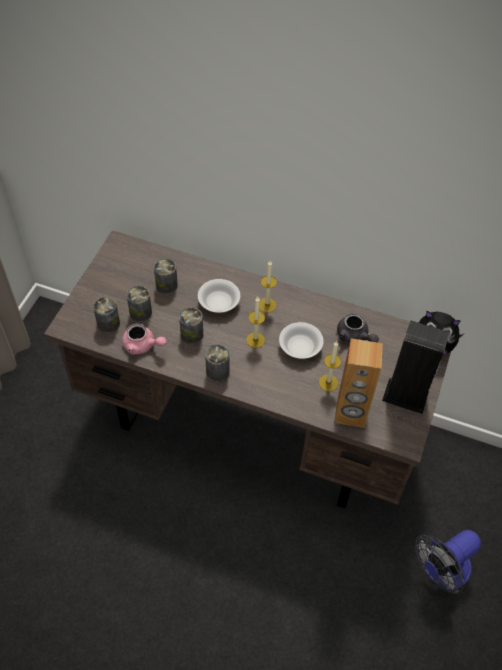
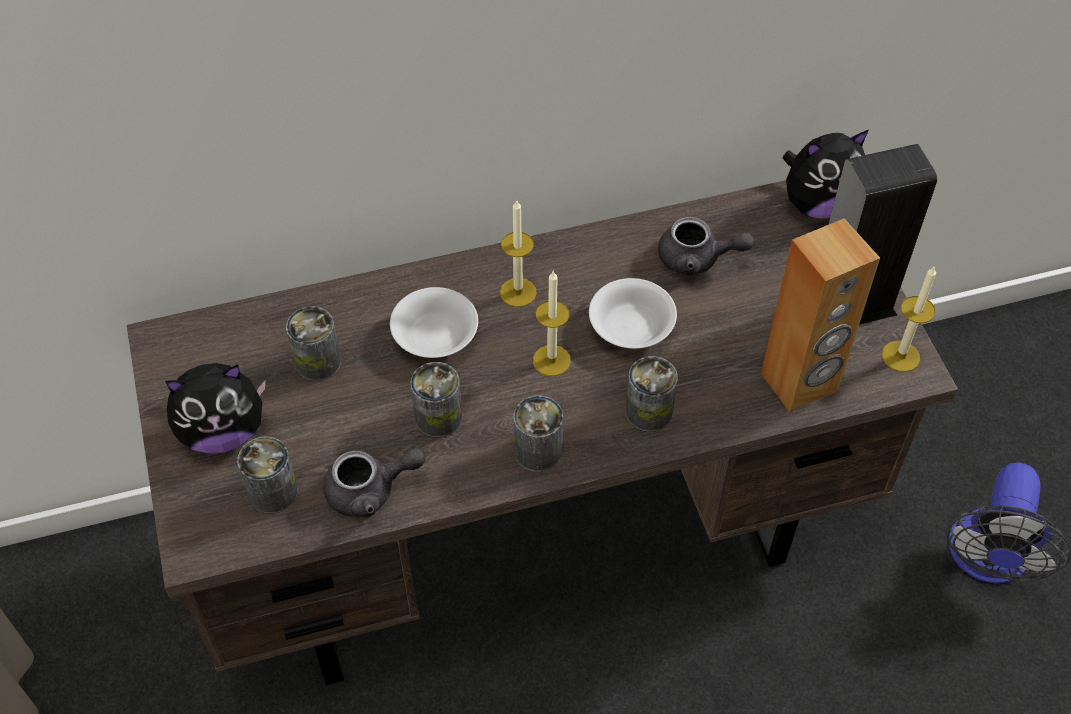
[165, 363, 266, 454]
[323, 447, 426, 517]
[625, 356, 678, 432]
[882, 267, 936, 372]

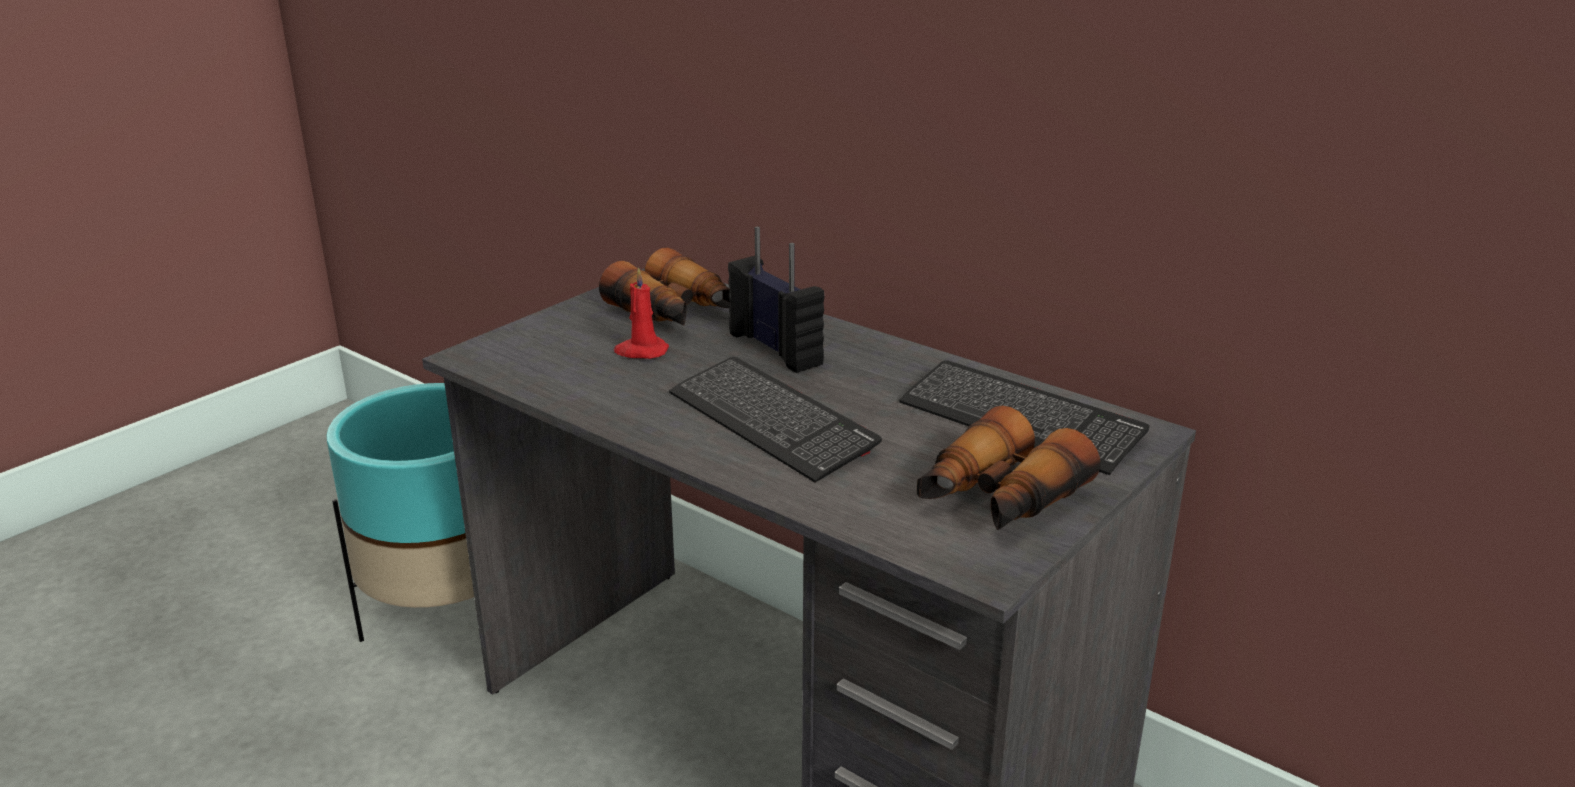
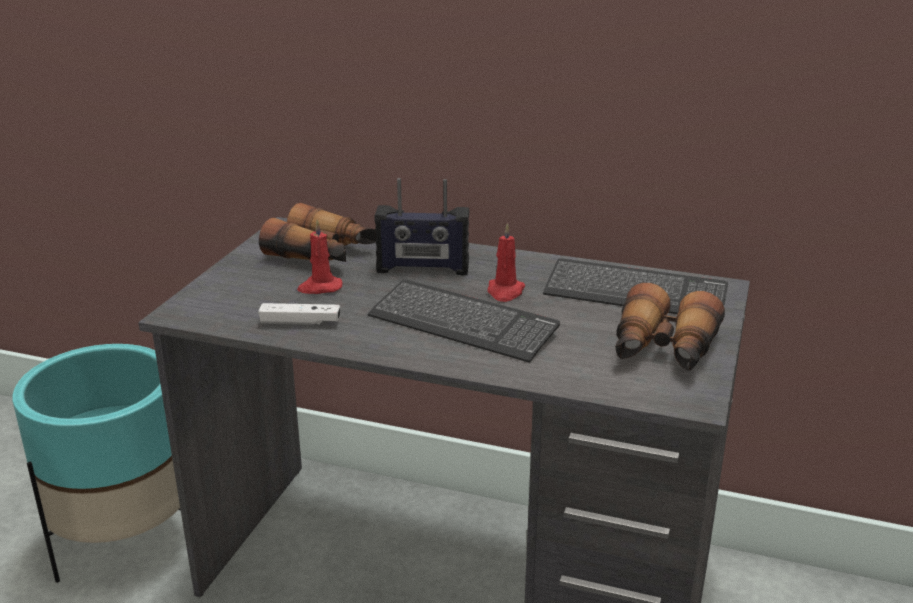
[258, 303, 340, 325]
[374, 178, 469, 276]
[487, 223, 525, 302]

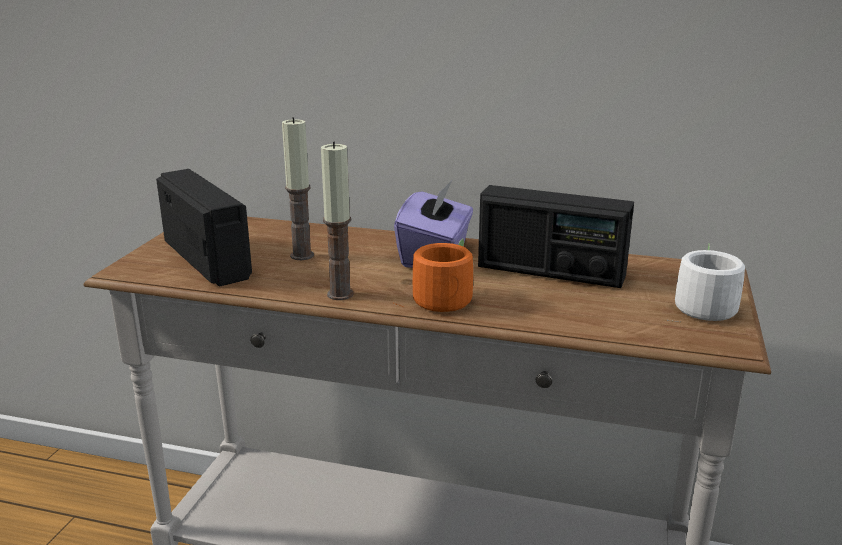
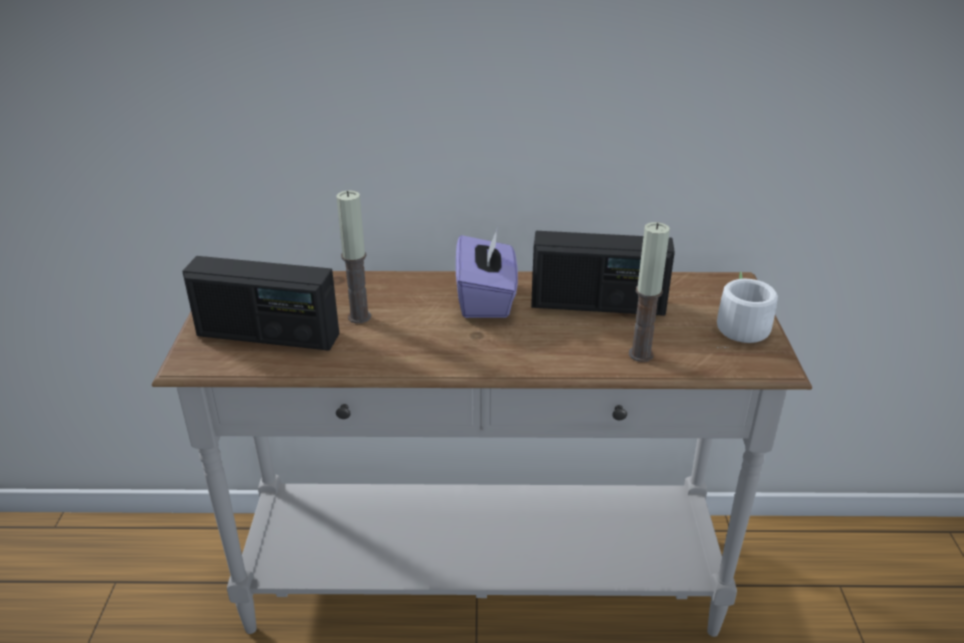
[182, 256, 339, 351]
[629, 222, 670, 362]
[393, 238, 473, 312] (first image)

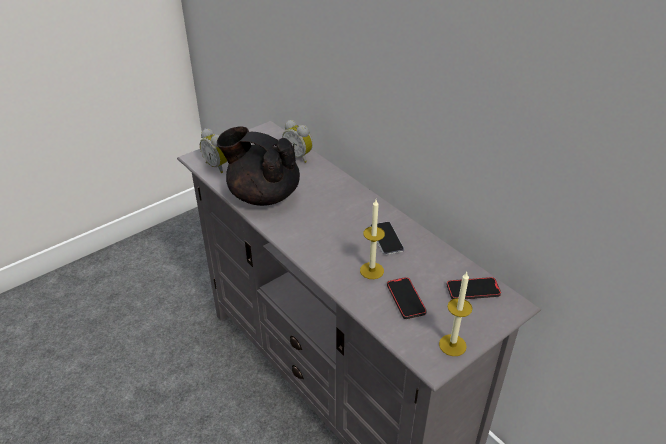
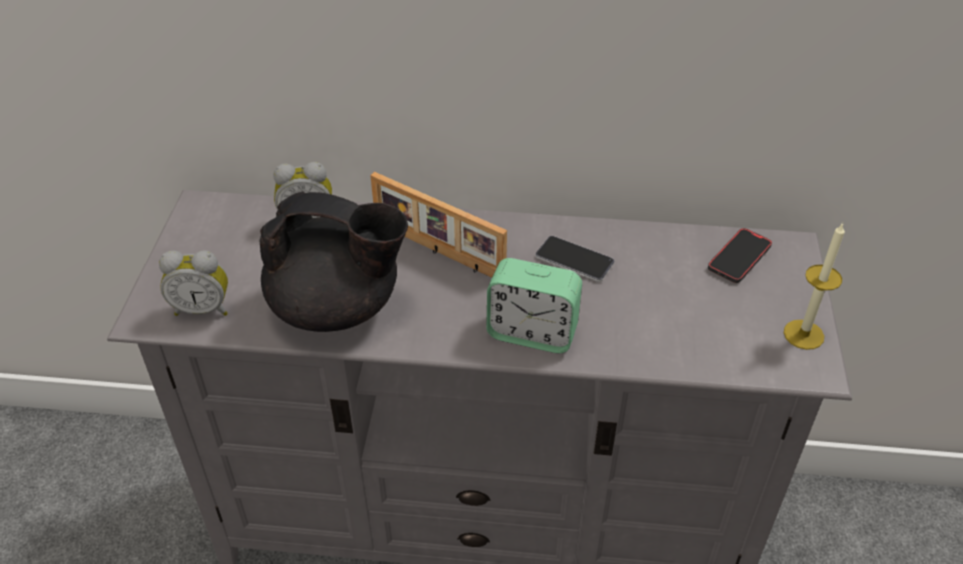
[259, 191, 408, 332]
[370, 172, 507, 278]
[486, 258, 582, 353]
[360, 200, 385, 279] (first image)
[387, 277, 427, 319] (first image)

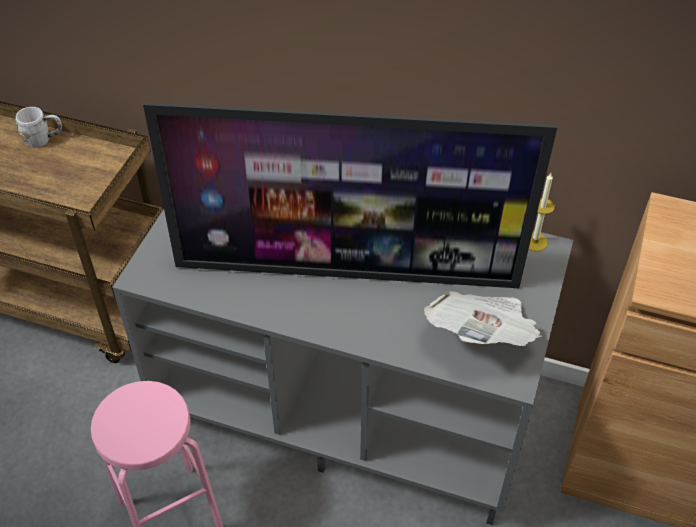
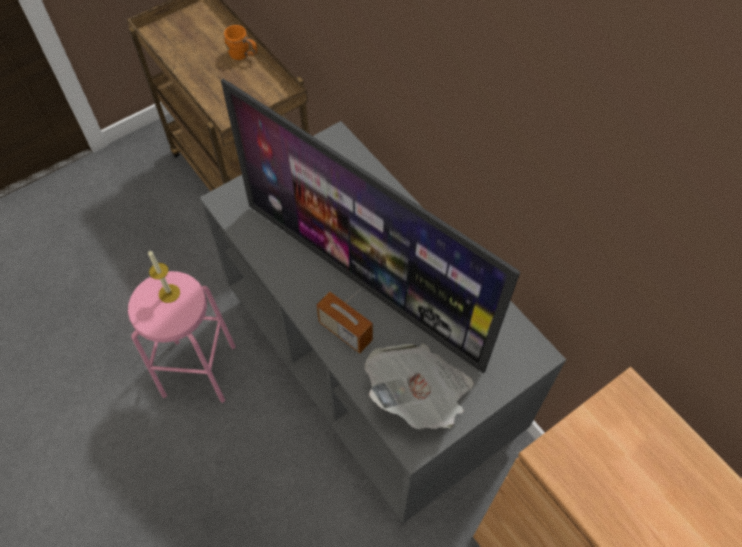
[148, 250, 180, 303]
[224, 25, 257, 60]
[317, 289, 373, 353]

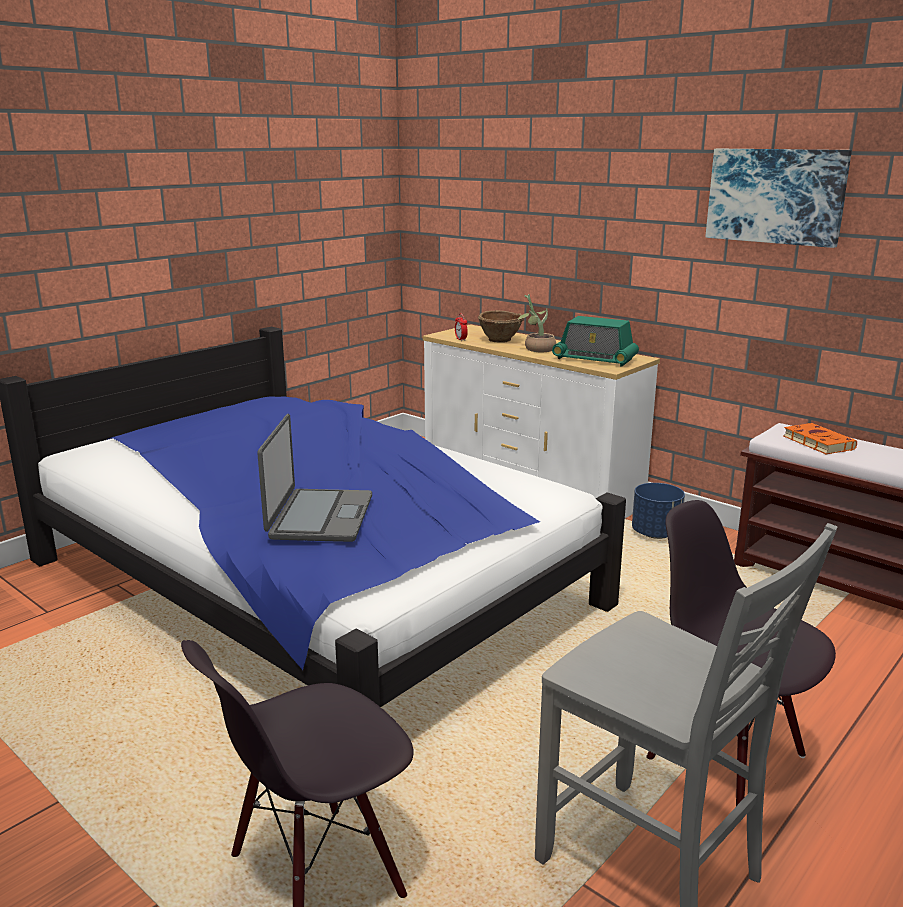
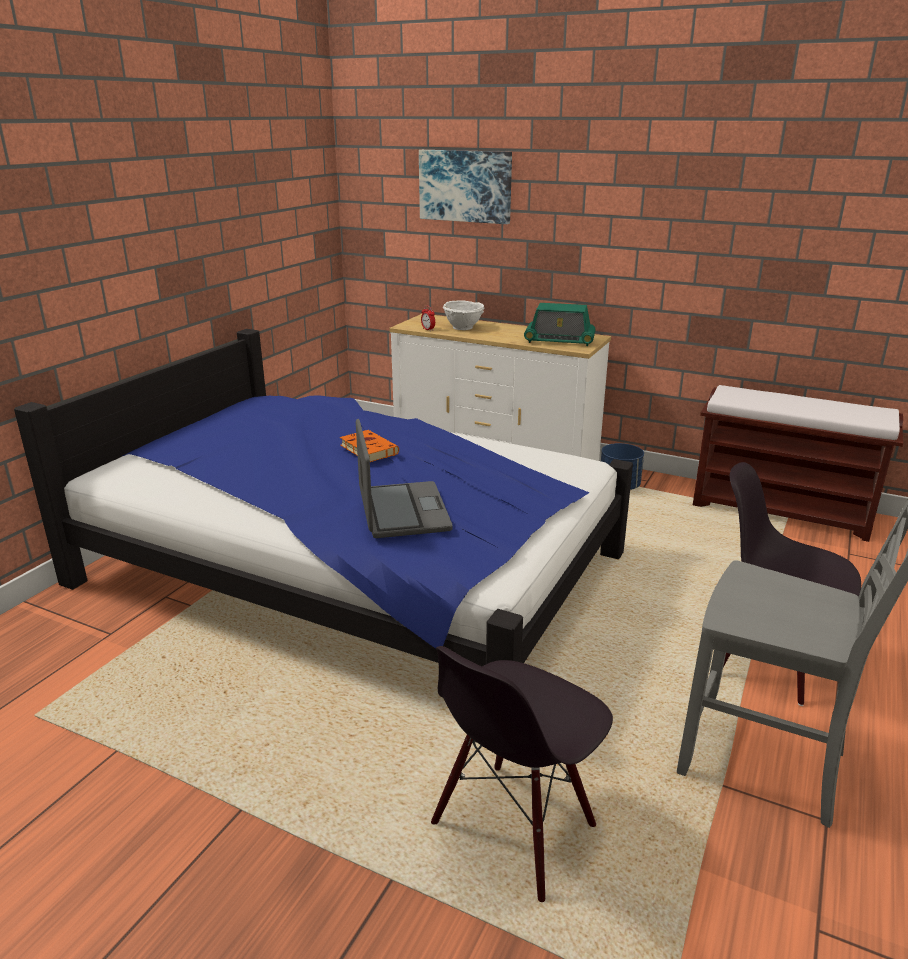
[340, 430, 399, 462]
[419, 150, 512, 224]
[443, 300, 485, 330]
[518, 294, 556, 352] (first image)

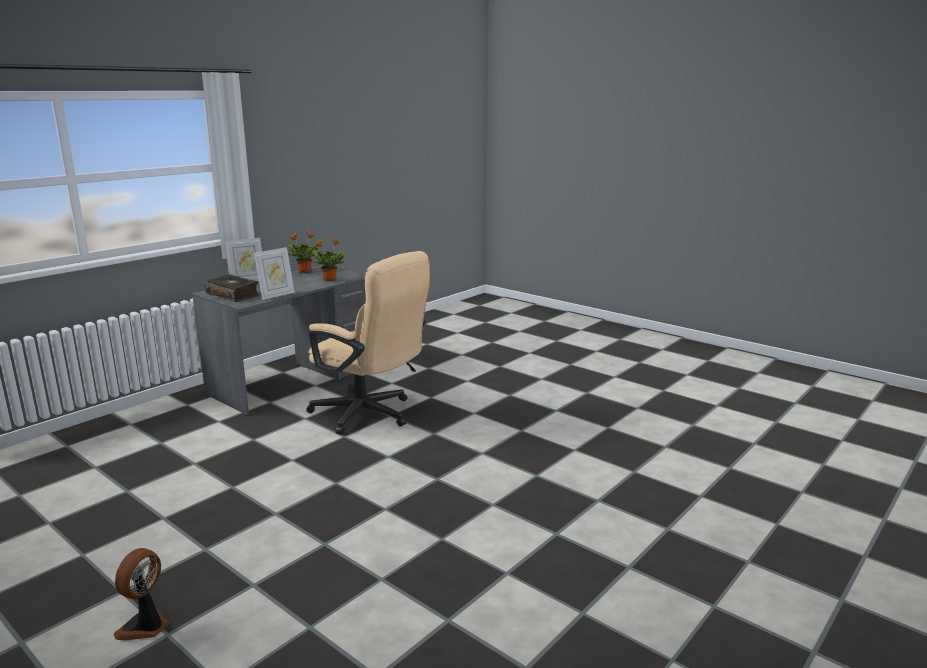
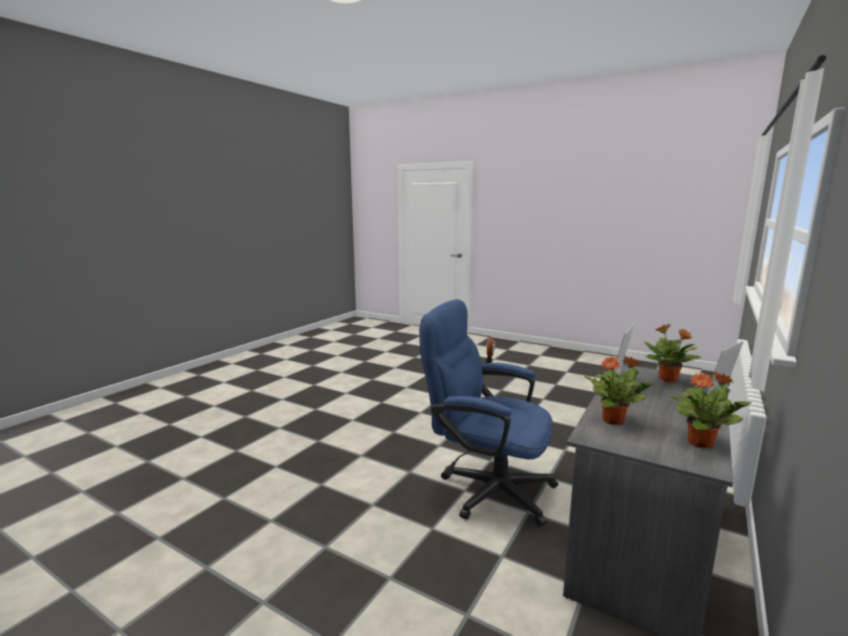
[419, 299, 558, 526]
[644, 324, 701, 382]

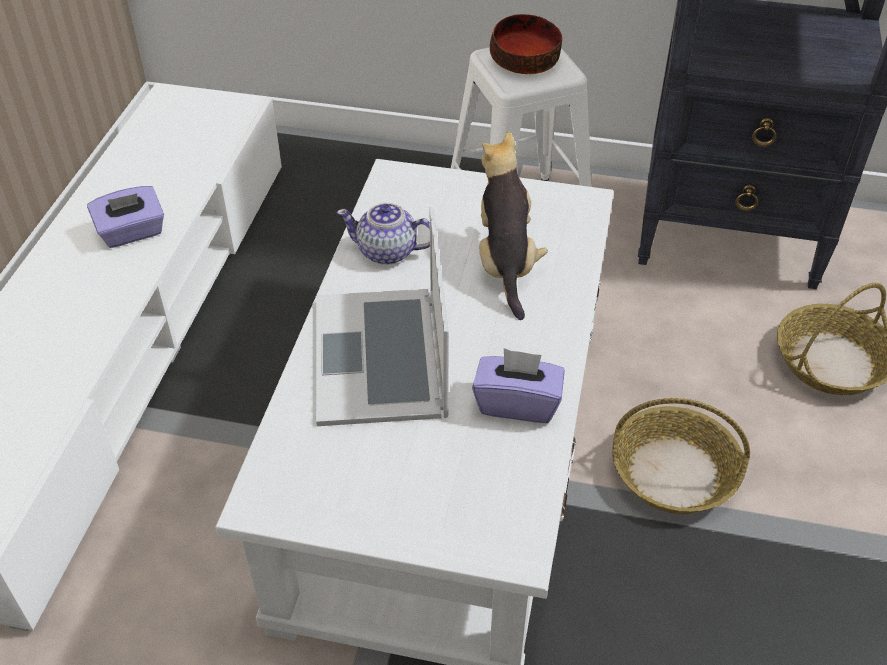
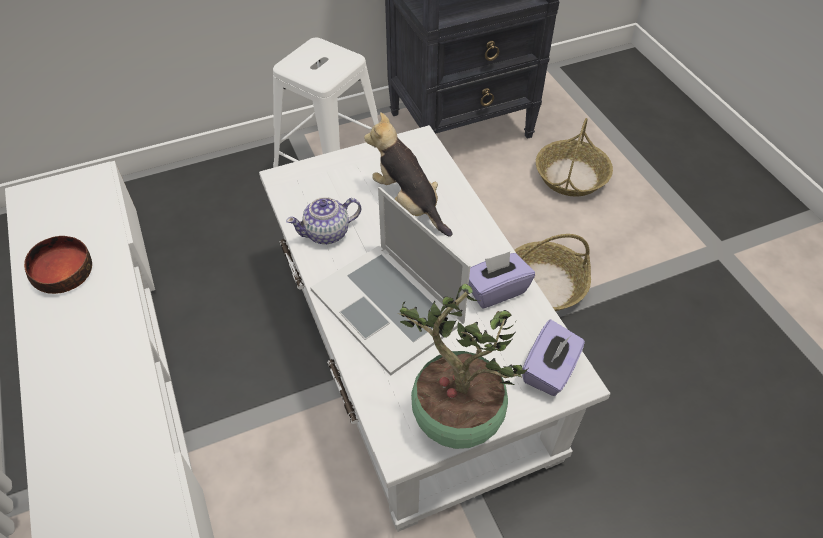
[24, 236, 92, 294]
[398, 284, 529, 449]
[522, 320, 585, 396]

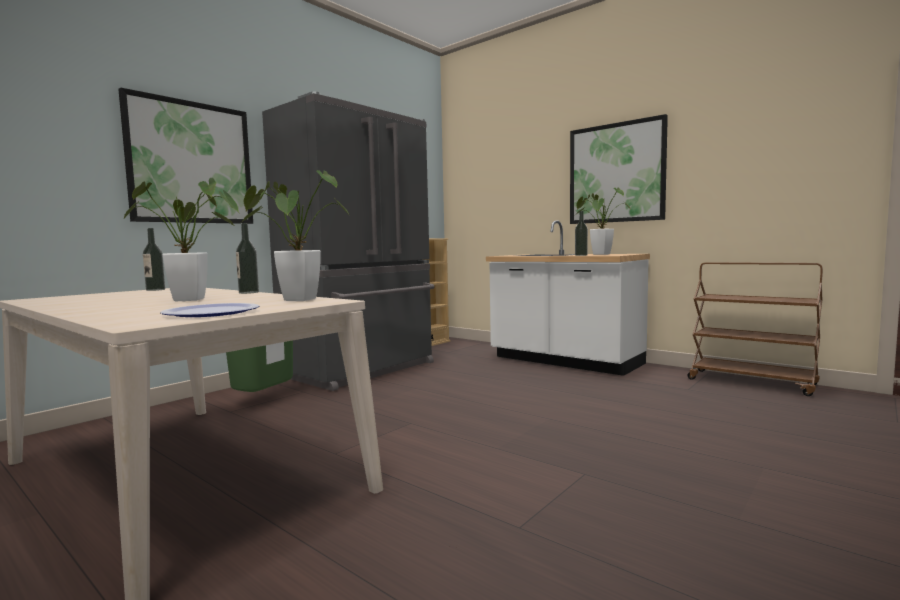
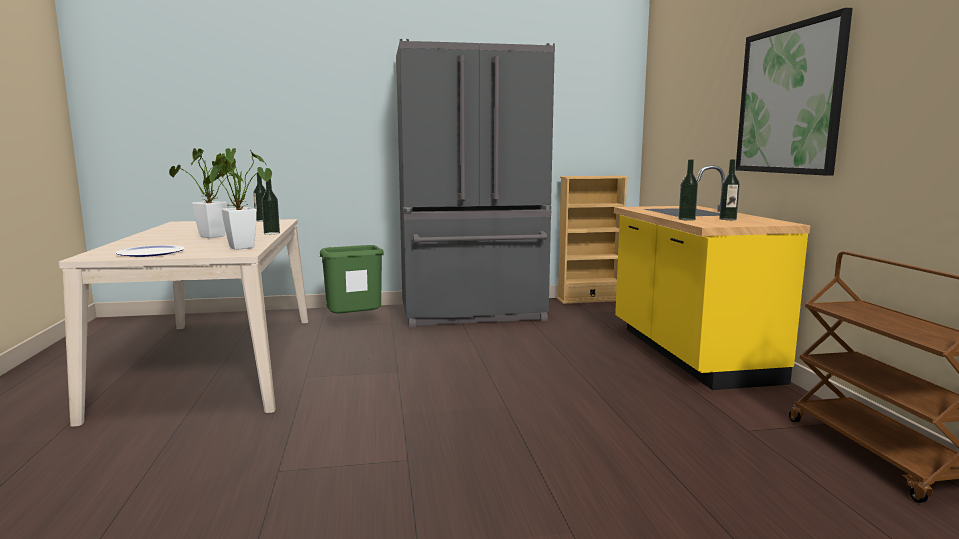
[614, 165, 810, 390]
[719, 159, 740, 220]
[118, 88, 253, 224] (first image)

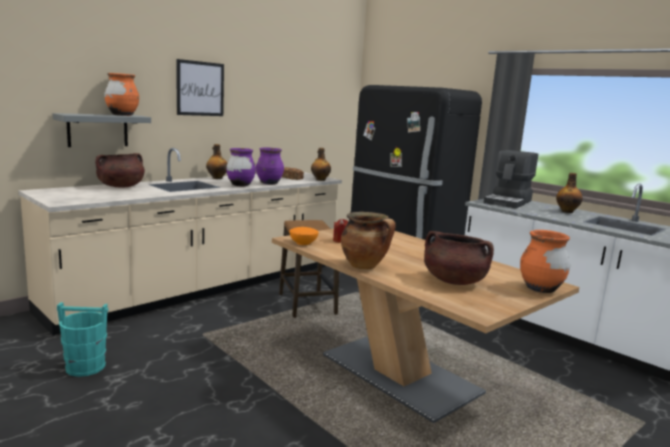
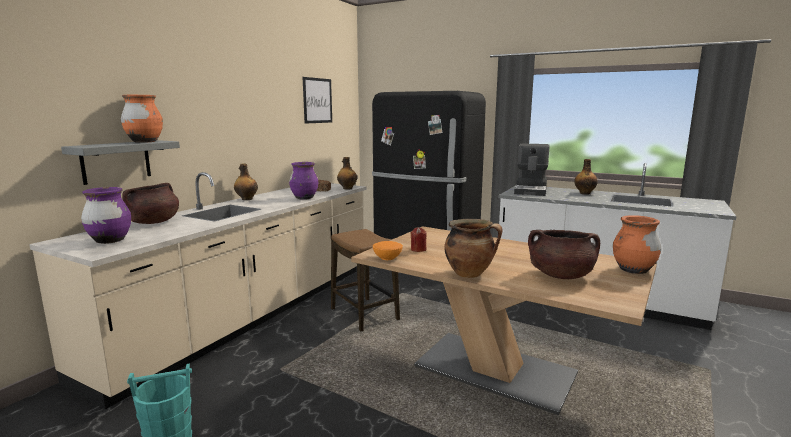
[81, 187, 131, 244]
[303, 77, 332, 124]

